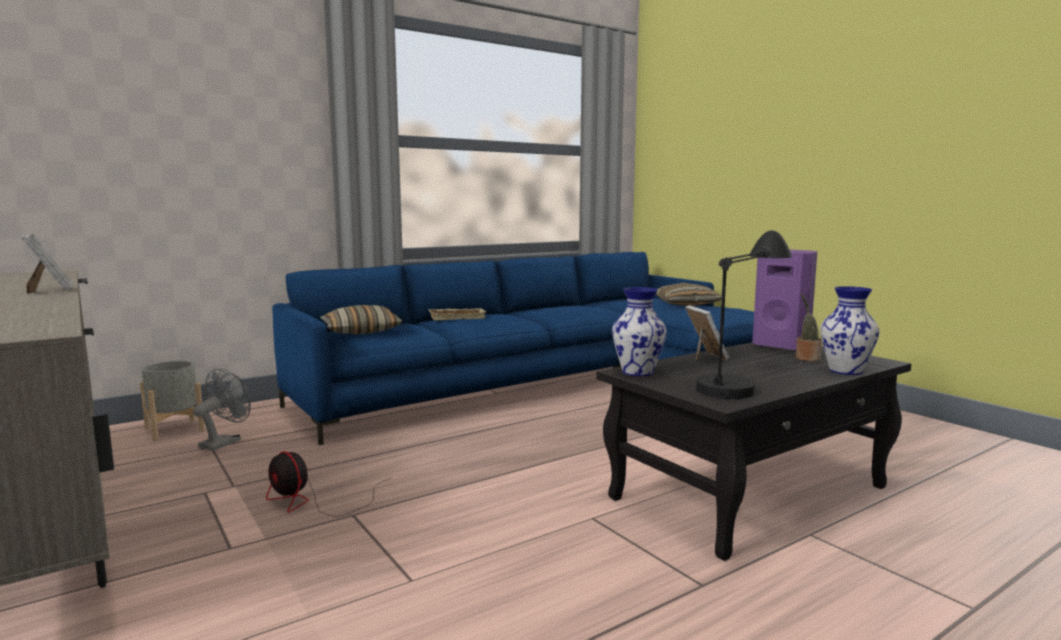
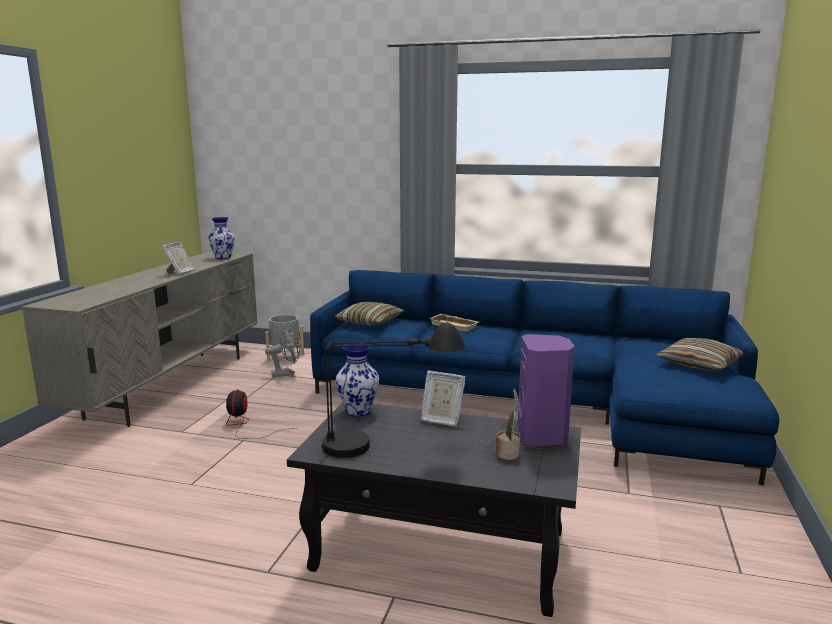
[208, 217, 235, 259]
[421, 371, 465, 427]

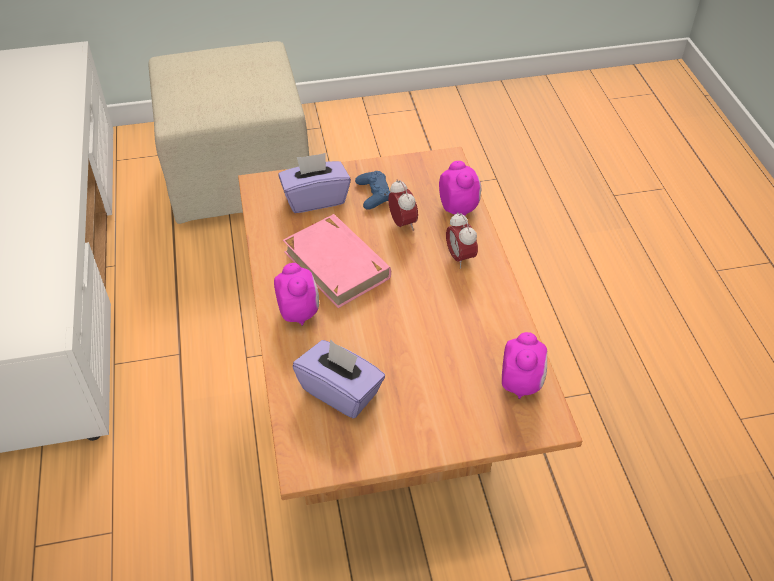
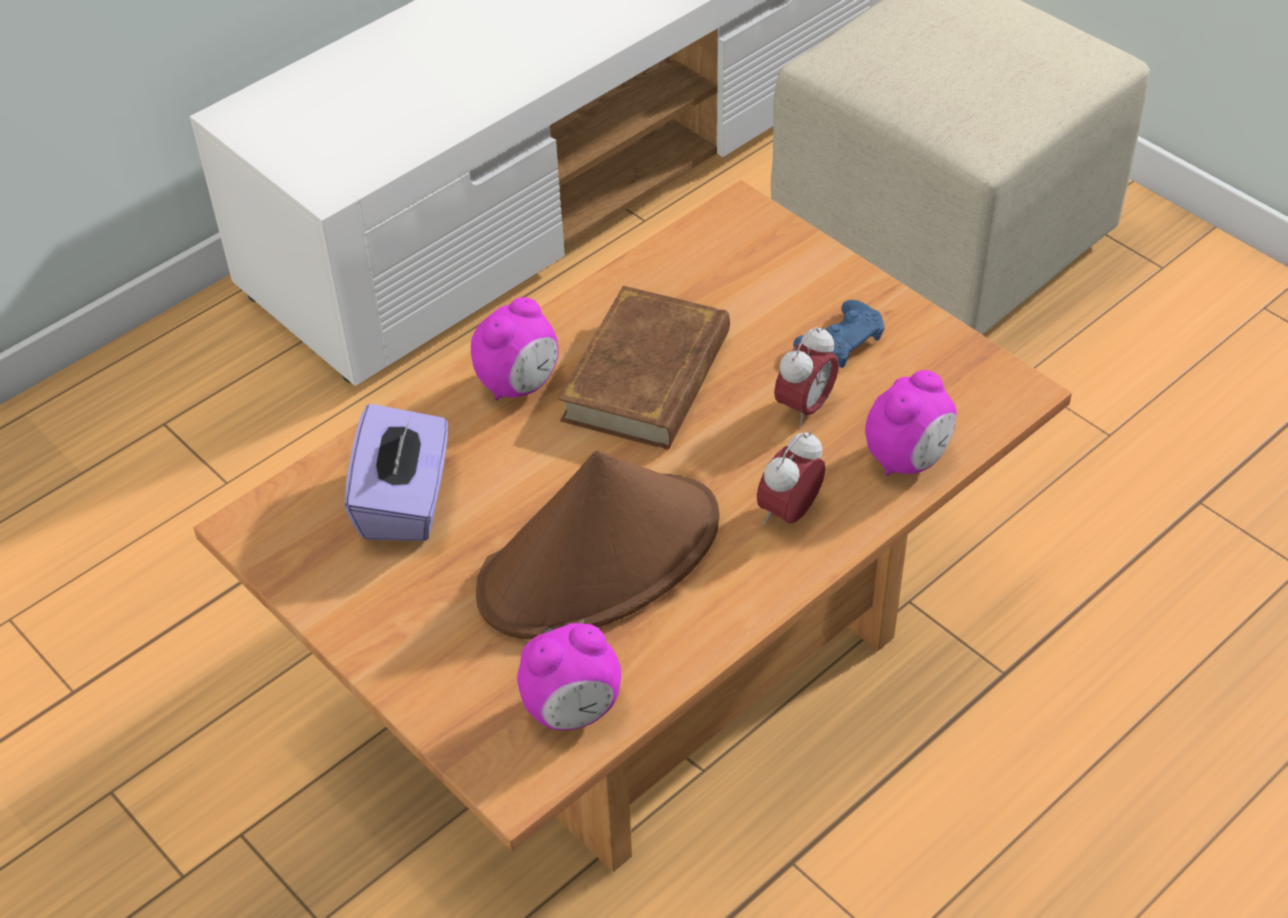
[476, 450, 719, 639]
[558, 286, 730, 450]
[278, 153, 351, 213] (first image)

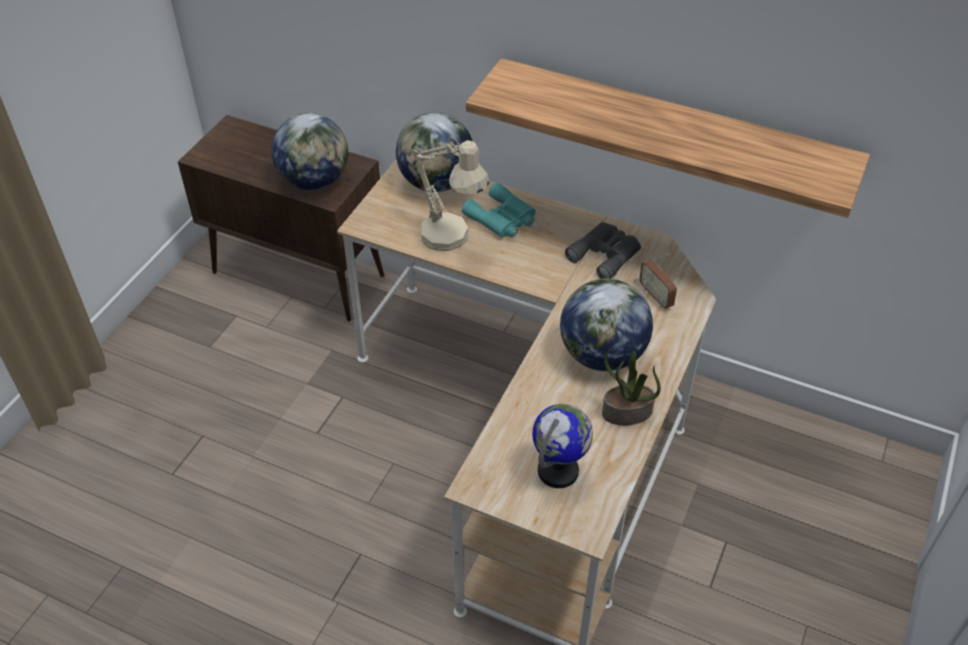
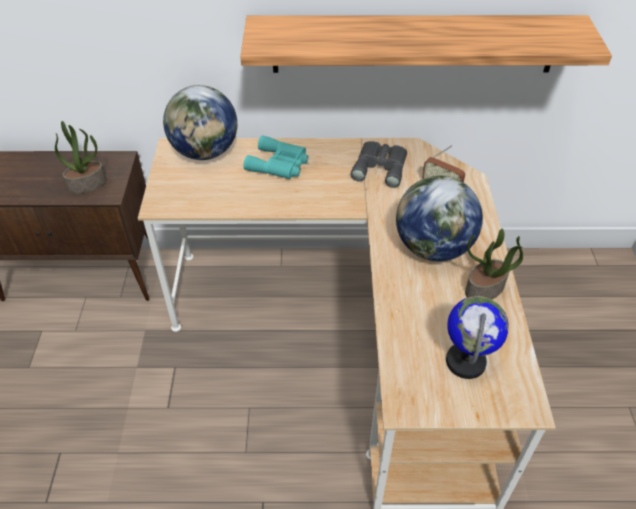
[55, 121, 107, 194]
[412, 137, 489, 251] (first image)

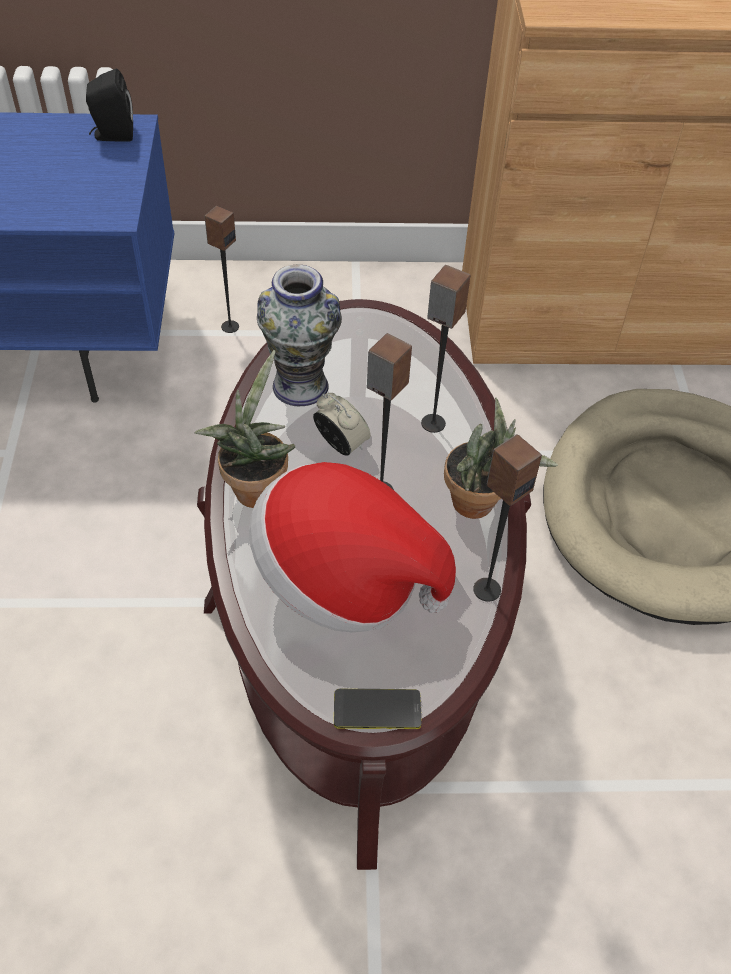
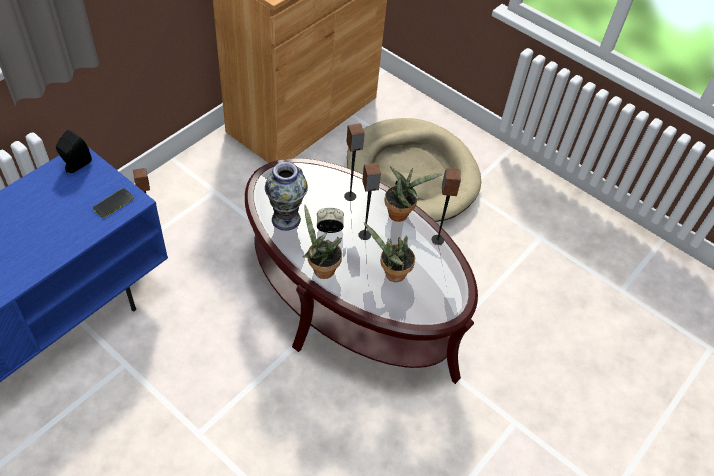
[93, 188, 134, 218]
[364, 222, 415, 282]

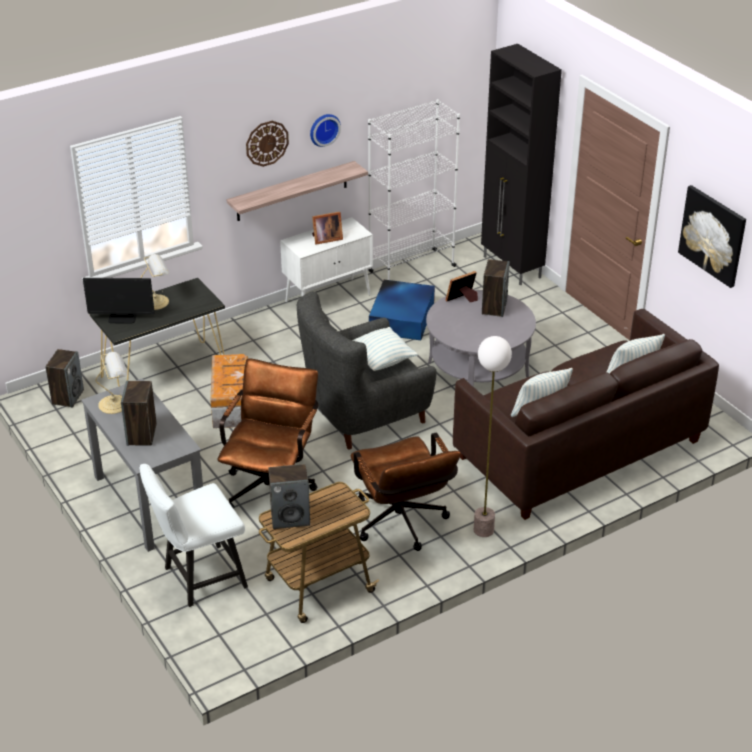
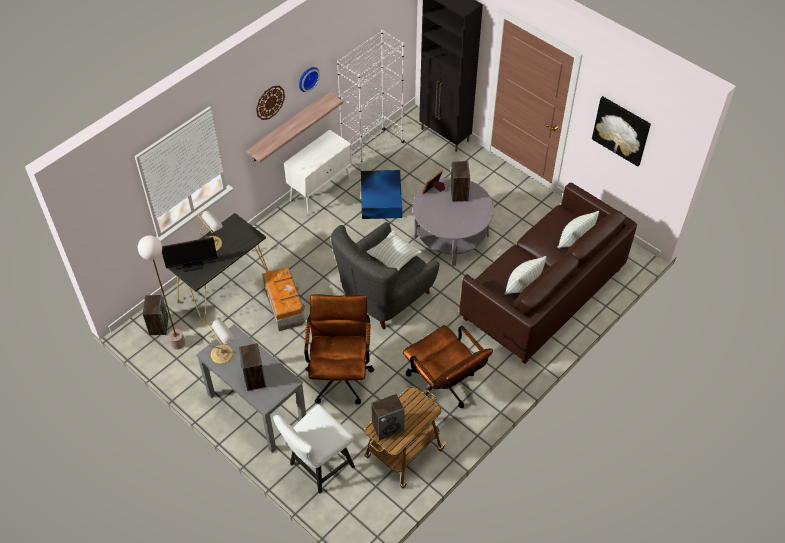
[138, 235, 185, 350]
[312, 212, 343, 244] (first image)

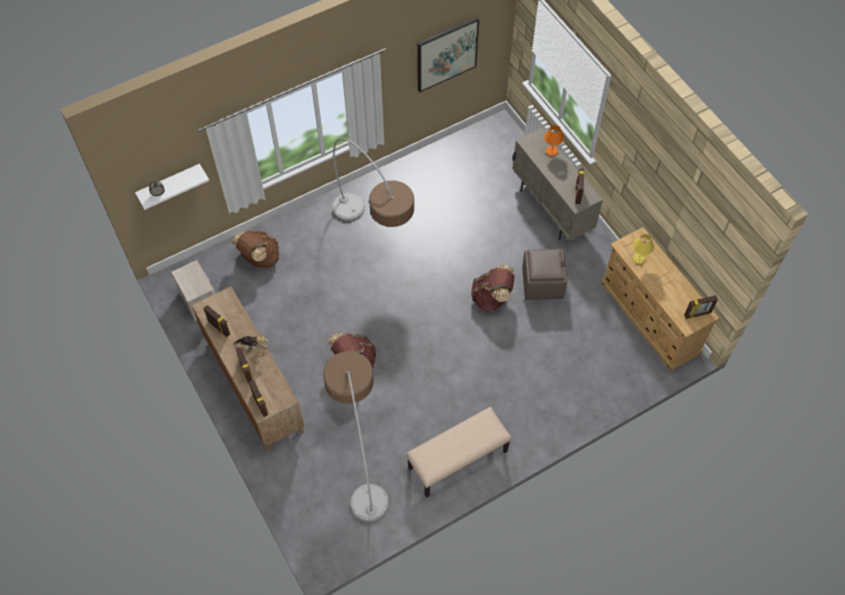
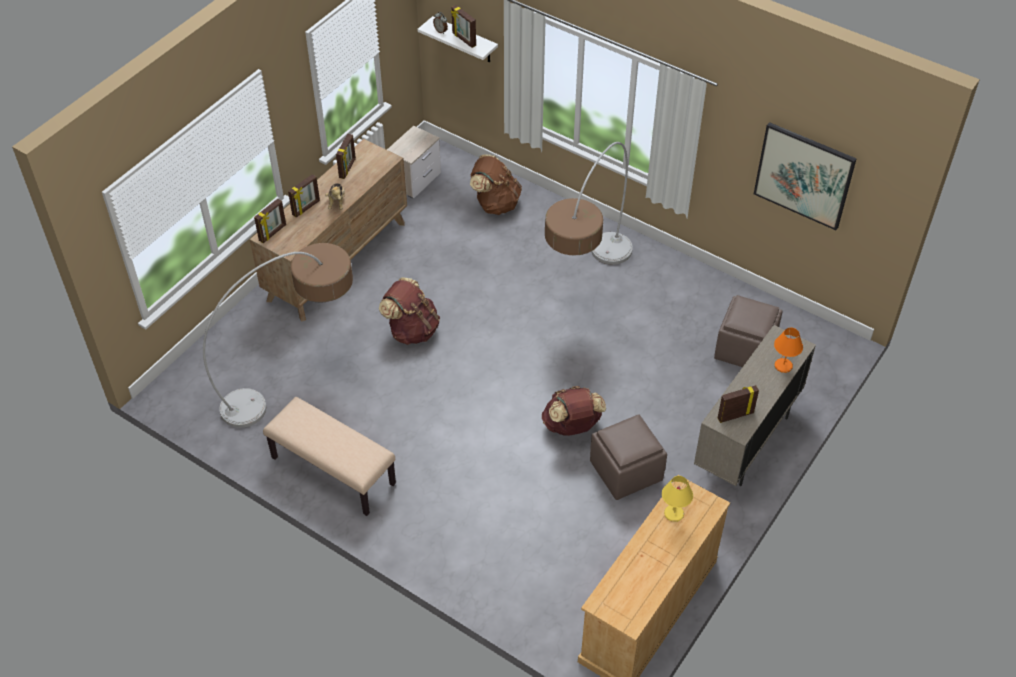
[451, 5, 476, 48]
[714, 295, 783, 367]

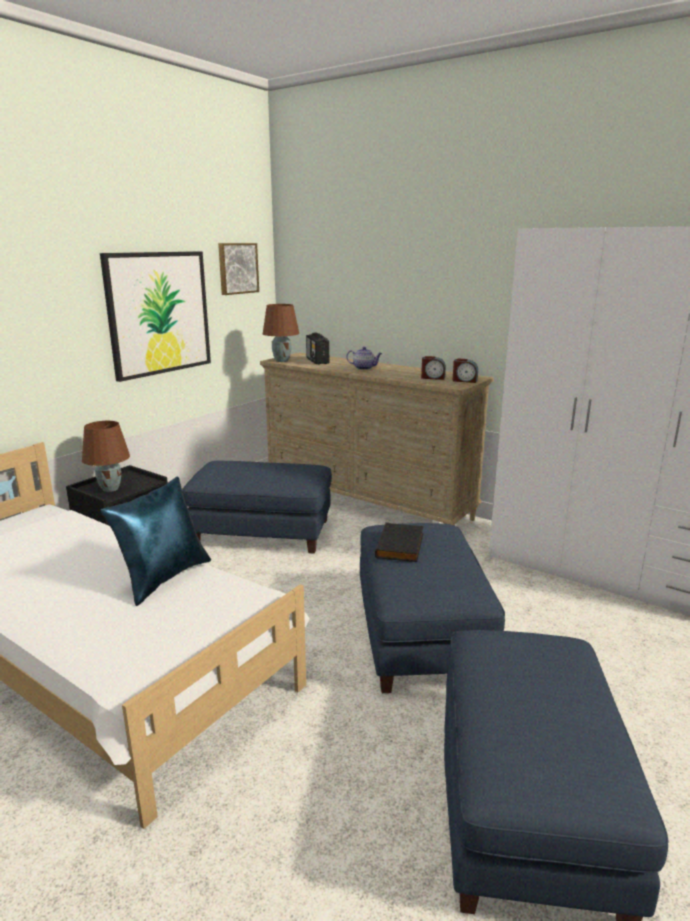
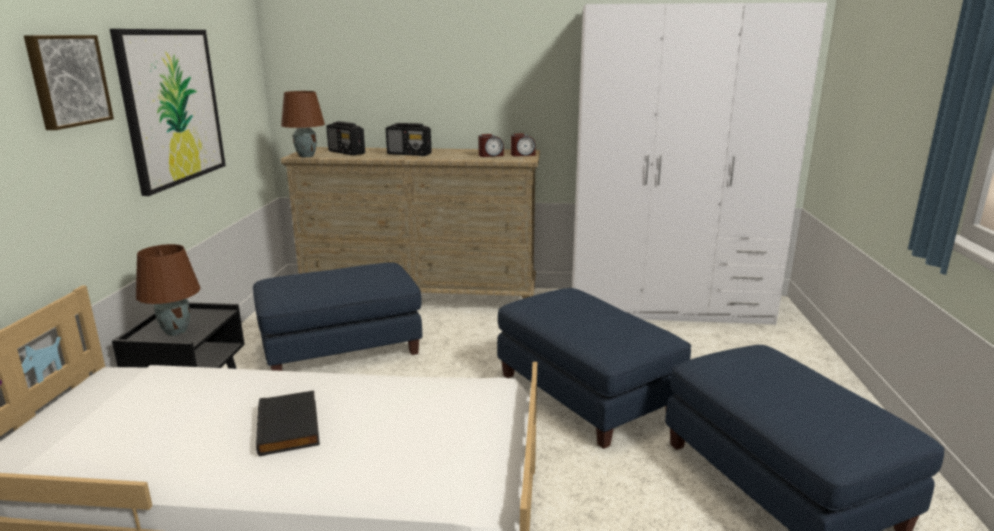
[24, 35, 114, 130]
[256, 390, 320, 456]
[386, 123, 432, 156]
[100, 477, 211, 606] (first image)

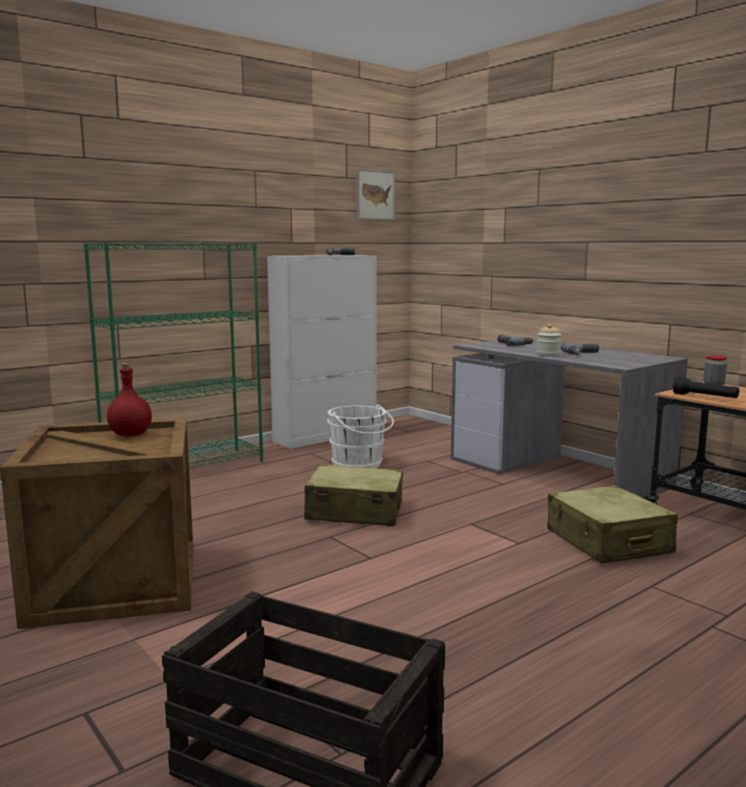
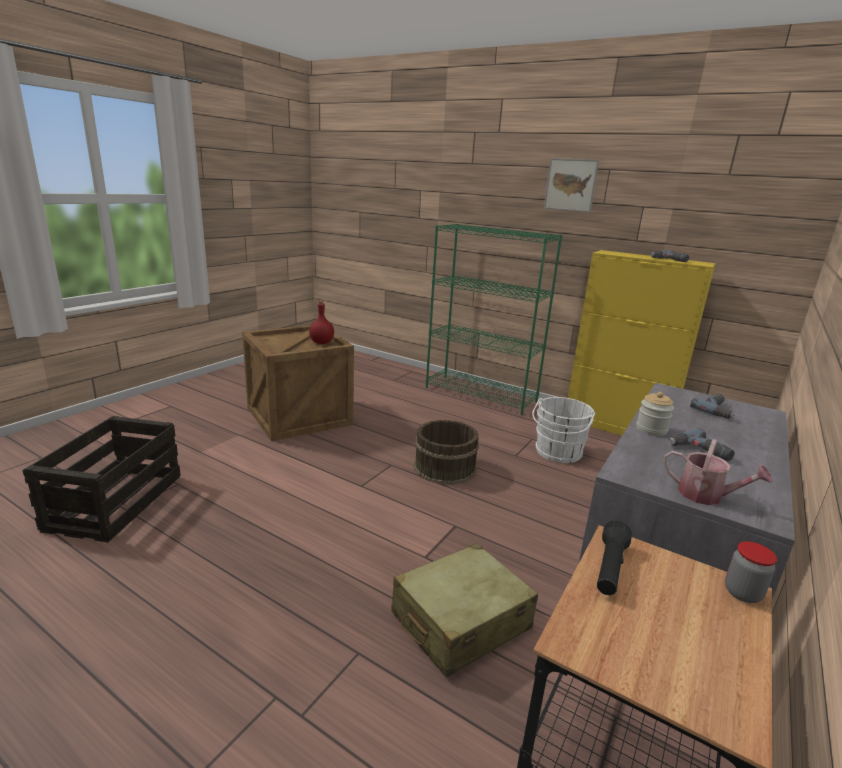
[414, 420, 479, 485]
[544, 158, 599, 212]
[568, 250, 716, 436]
[663, 439, 773, 505]

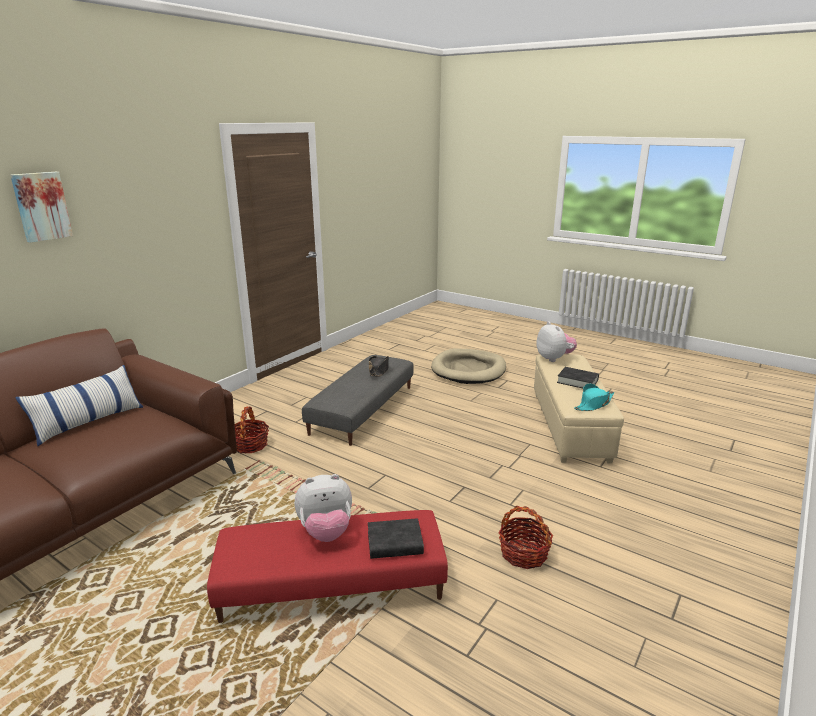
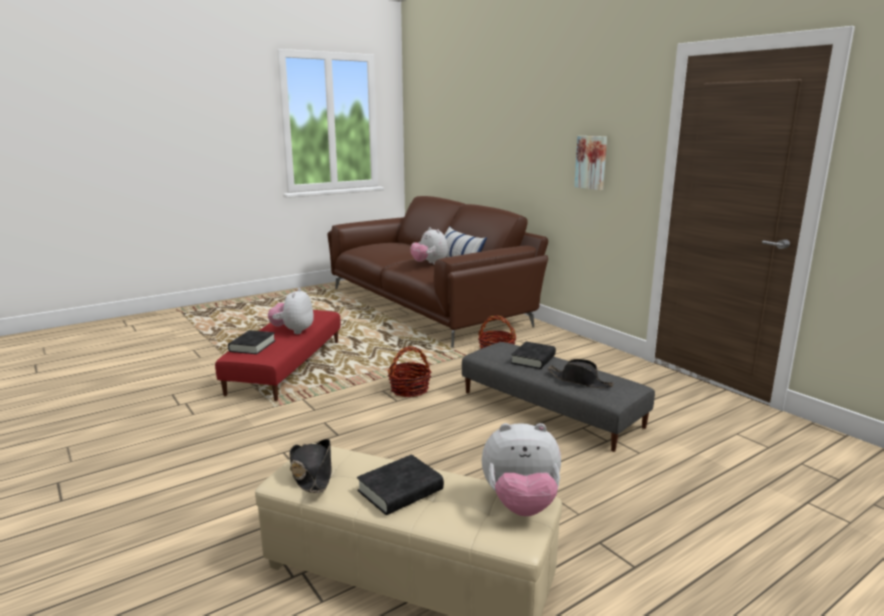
[289, 439, 332, 493]
[387, 346, 431, 397]
[410, 227, 448, 265]
[511, 342, 556, 369]
[574, 136, 607, 190]
[431, 348, 506, 384] (first image)

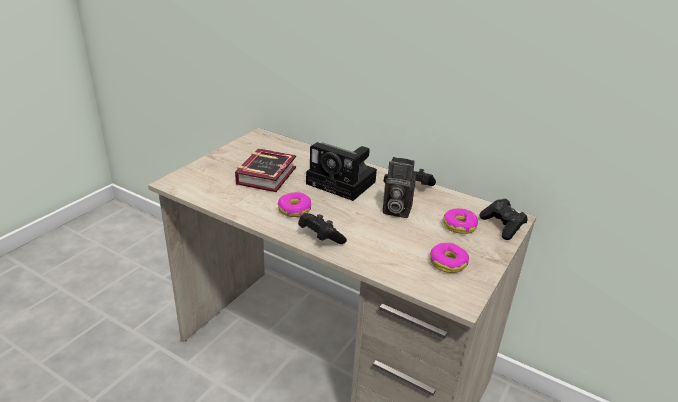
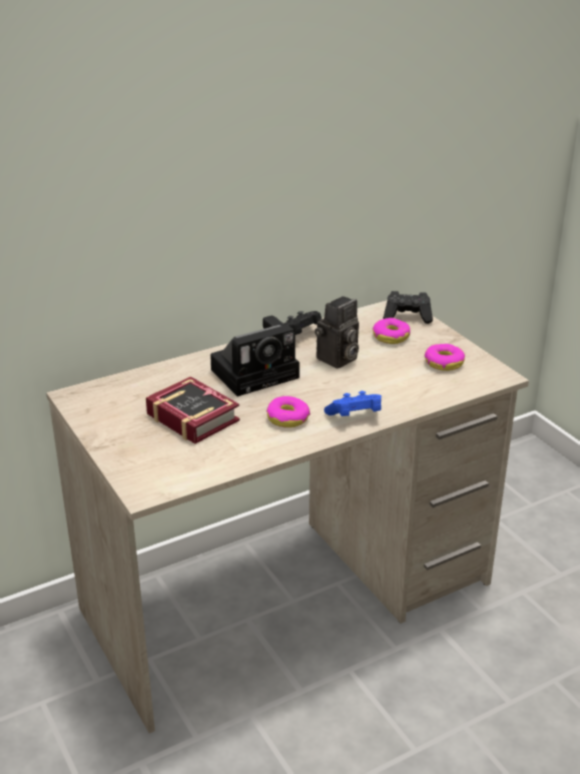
[324, 391, 381, 416]

